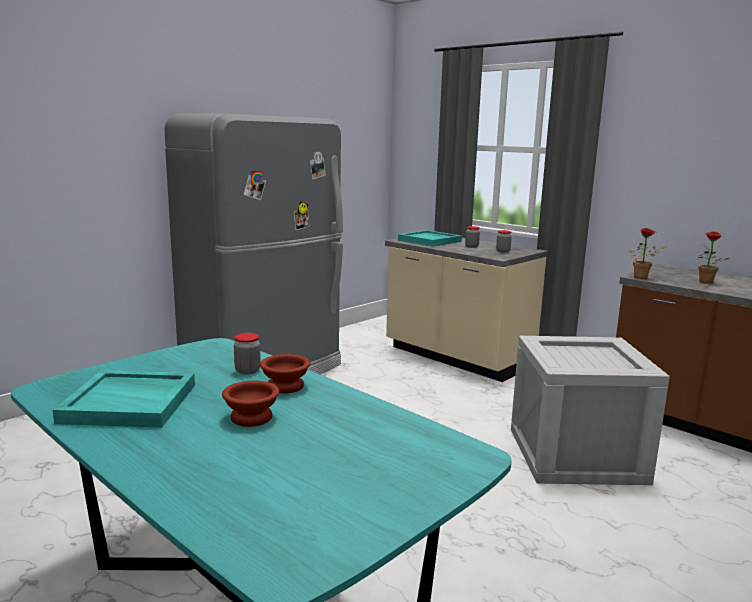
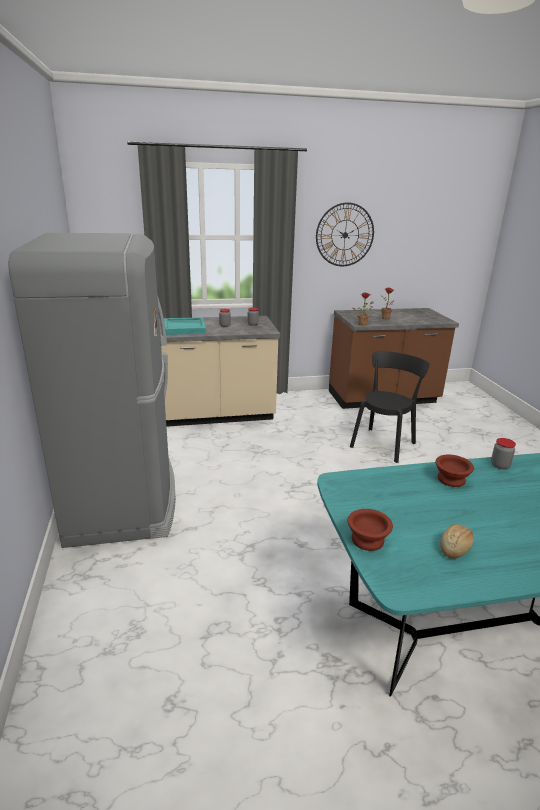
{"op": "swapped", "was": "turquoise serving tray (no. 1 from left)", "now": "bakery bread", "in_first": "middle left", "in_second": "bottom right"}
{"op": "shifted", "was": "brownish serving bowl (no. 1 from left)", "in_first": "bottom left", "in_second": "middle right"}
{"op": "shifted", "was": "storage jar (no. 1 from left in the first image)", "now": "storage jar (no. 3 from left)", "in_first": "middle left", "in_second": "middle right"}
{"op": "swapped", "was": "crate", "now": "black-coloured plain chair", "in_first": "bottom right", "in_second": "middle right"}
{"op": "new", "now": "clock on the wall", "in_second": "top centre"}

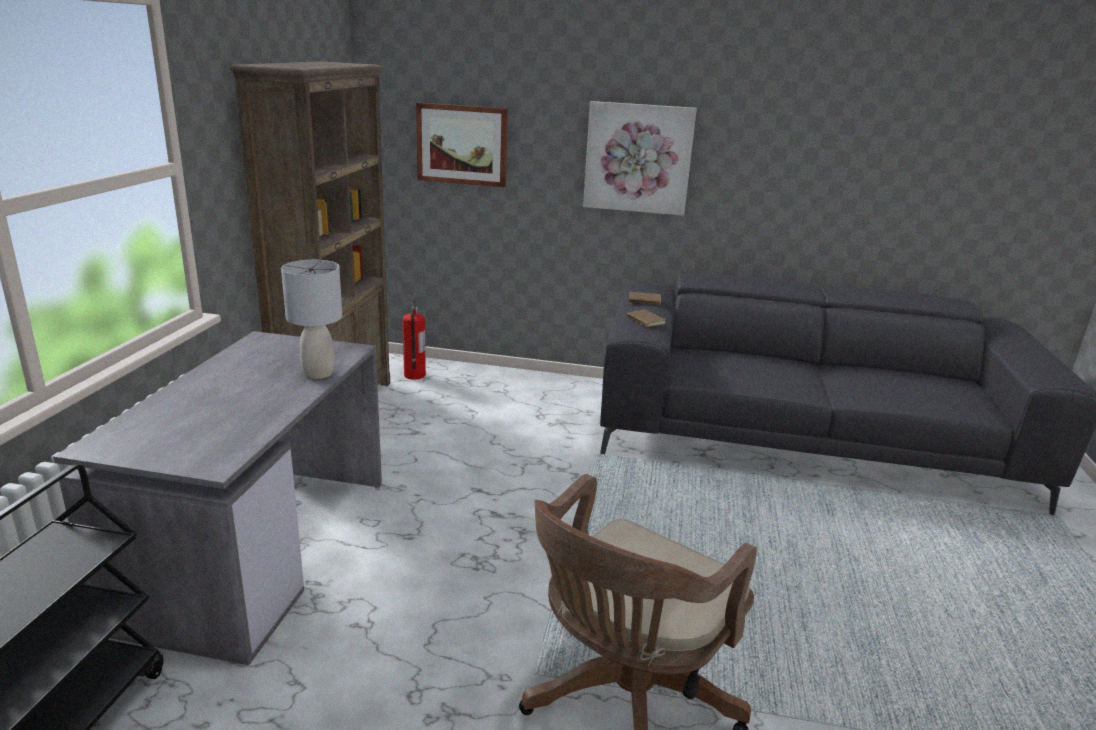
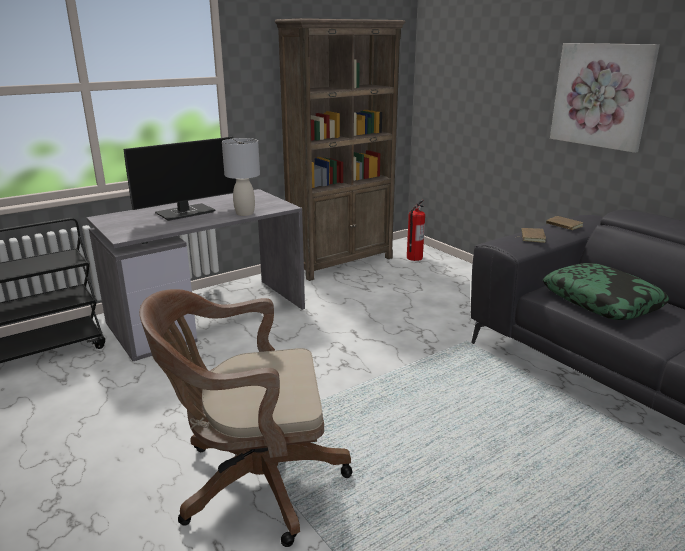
{"op": "gone", "was": "picture (no. 1 from left)", "in_first": "top centre"}
{"op": "new", "now": "computer screen", "in_second": "top left"}
{"op": "new", "now": "cushion", "in_second": "middle right"}

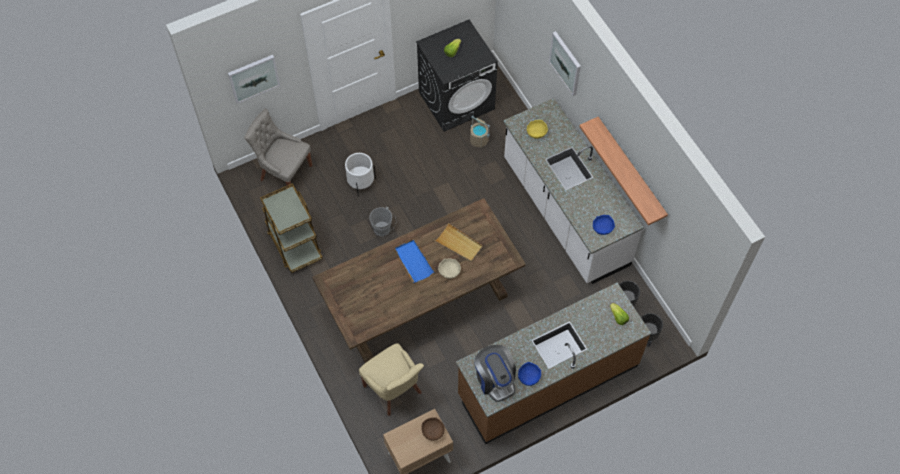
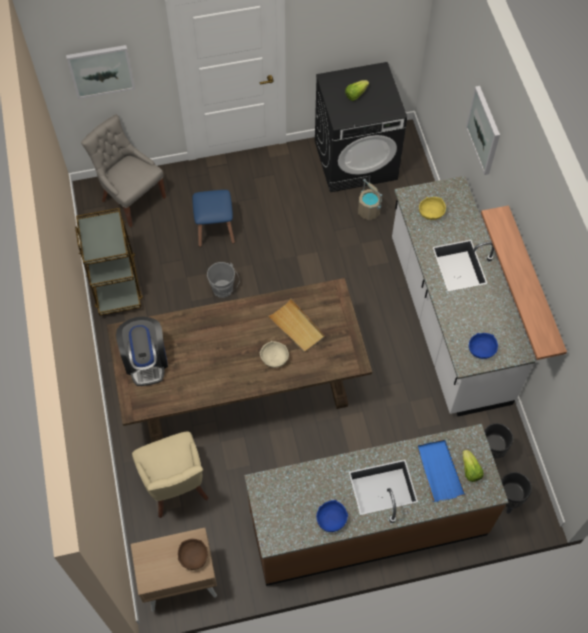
{"op": "swapped", "was": "white planter", "now": "blue sitting stool", "in_first": "centre", "in_second": "centre"}
{"op": "shifted", "was": "blue serving tray", "in_first": "centre", "in_second": "bottom right"}
{"op": "shifted", "was": "coffee machine", "in_first": "bottom centre", "in_second": "middle left"}

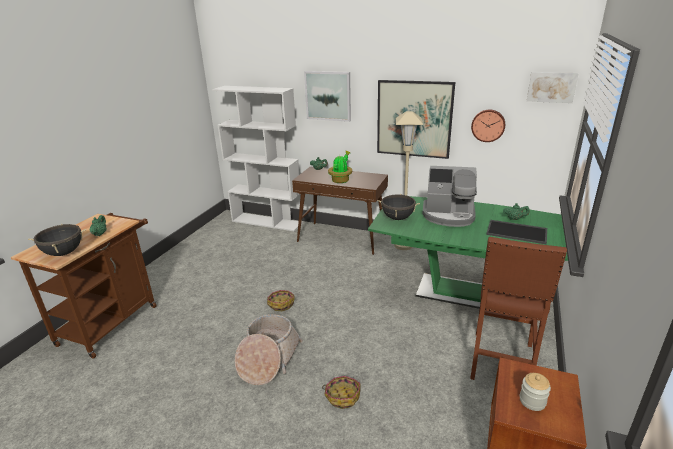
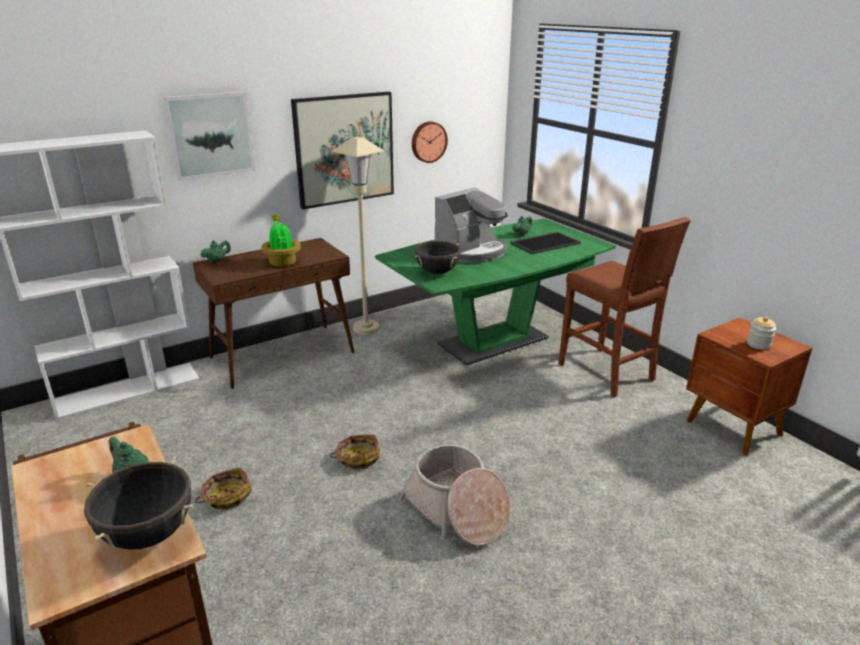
{"op": "shifted", "was": "storage basket (no. 3 from left in the first image)", "now": "storage basket (no. 1 from left)", "in_first": "bottom centre", "in_second": "bottom left"}
{"op": "gone", "was": "picture (no. 3 from left)", "in_first": "top right"}

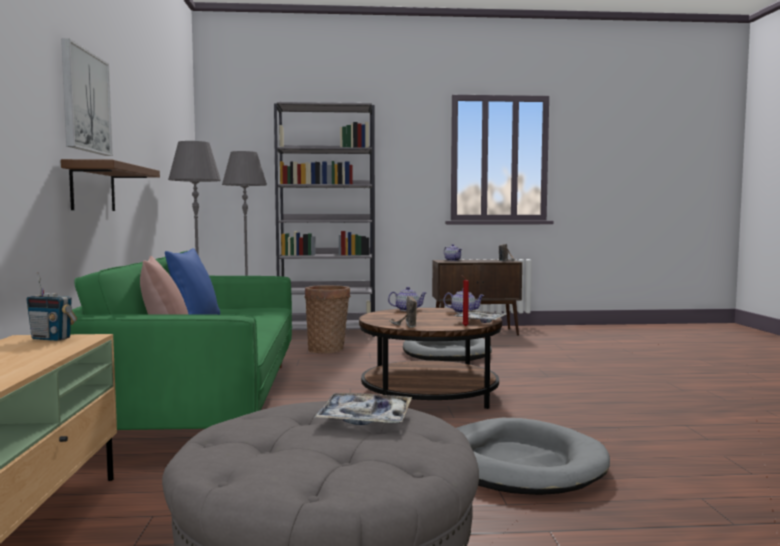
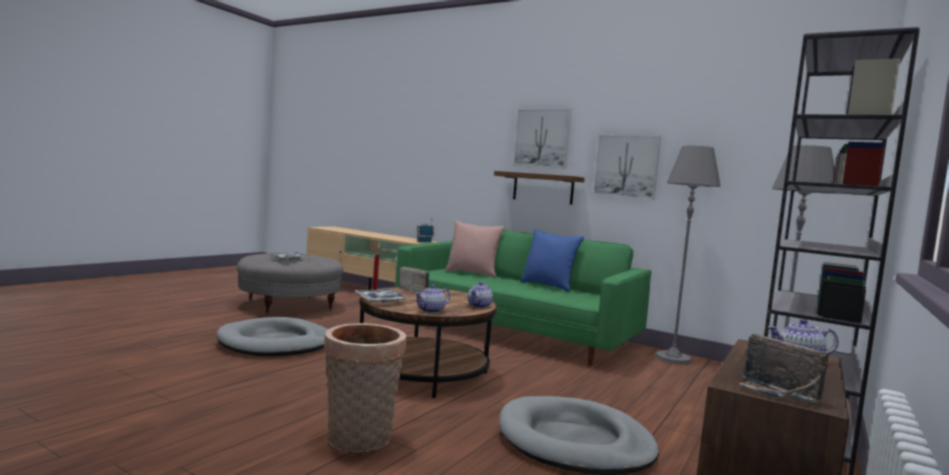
{"op": "shifted", "was": "storage basket", "in_first": "centre", "in_second": "bottom centre"}
{"op": "new", "now": "picture (no. 2 from left)", "in_second": "centre"}

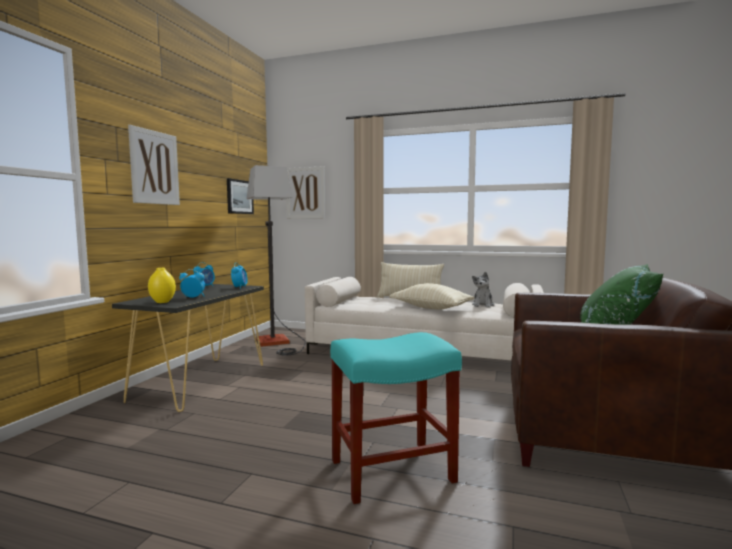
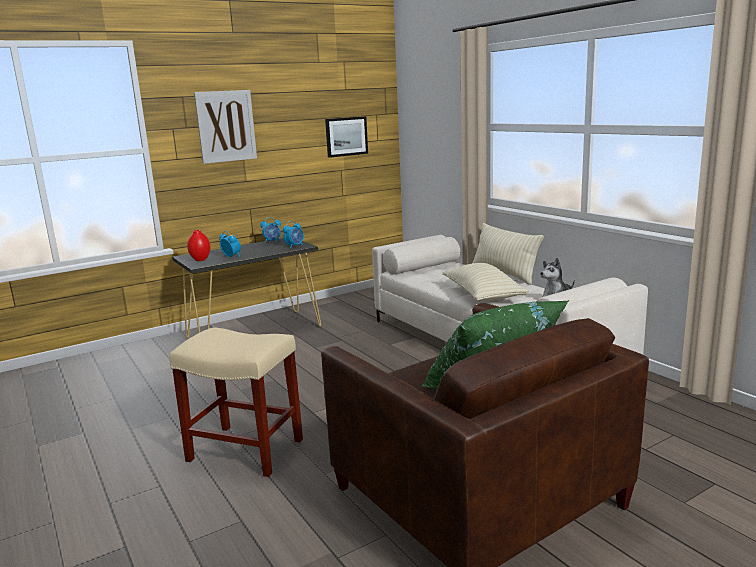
{"op": "repainted", "was": "yellow flower vase", "now": "red-coloured flower vase", "in_first": "middle left", "in_second": "middle left"}
{"op": "gone", "was": "floor lamp", "in_first": "centre"}
{"op": "gone", "was": "picture (no. 3 from left)", "in_first": "centre"}
{"op": "repainted", "was": "turquoise sitting stool", "now": "beige-coloured sitting stool", "in_first": "bottom centre", "in_second": "bottom left"}

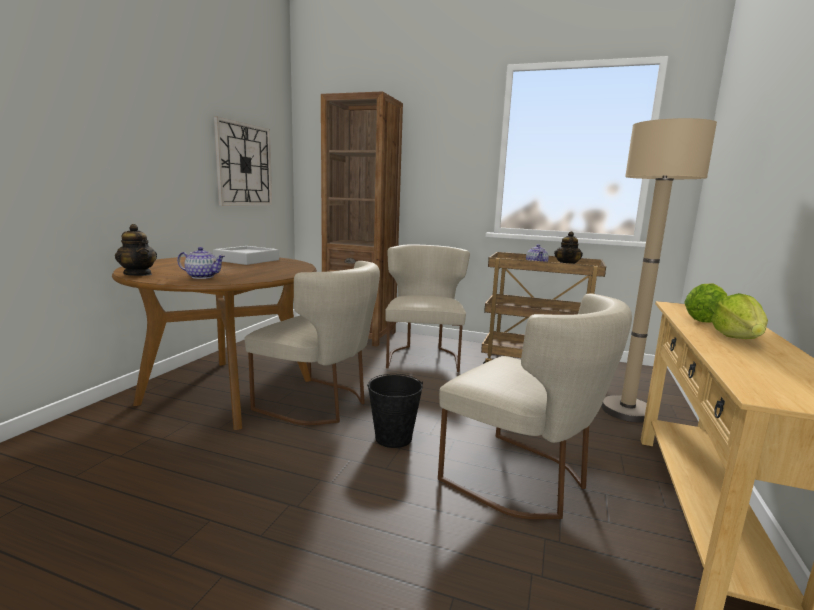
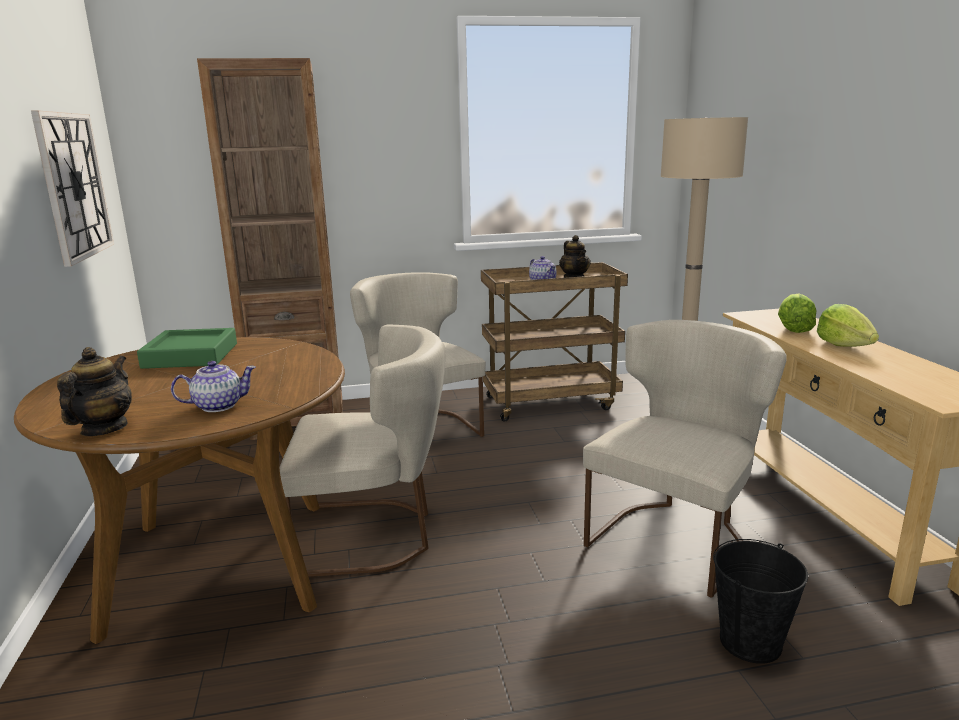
{"op": "rotated", "was": "teapot (no. 1 from left)", "in_first": "middle left", "in_second": "middle left", "clockwise": -90}
{"op": "repainted", "was": "gray serving tray", "now": "greenish serving tray", "in_first": "middle left", "in_second": "middle left"}
{"op": "shifted", "was": "black-coloured bucket", "in_first": "bottom centre", "in_second": "bottom right"}
{"op": "rotated", "was": "beige-coloured plain chair (no. 3 from left)", "in_first": "centre", "in_second": "middle right", "clockwise": -60}

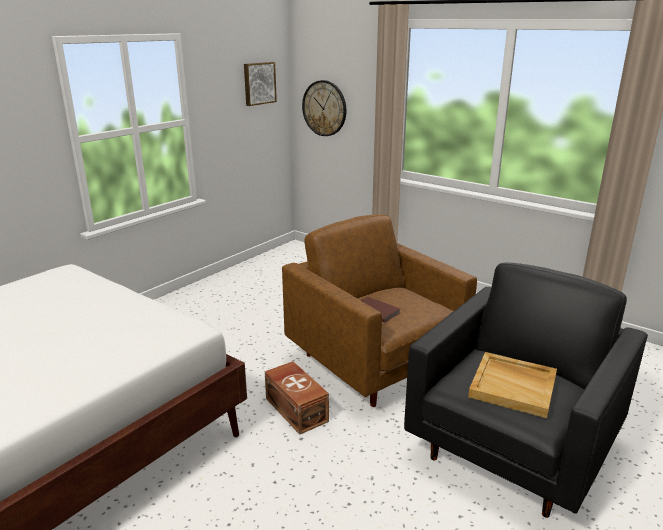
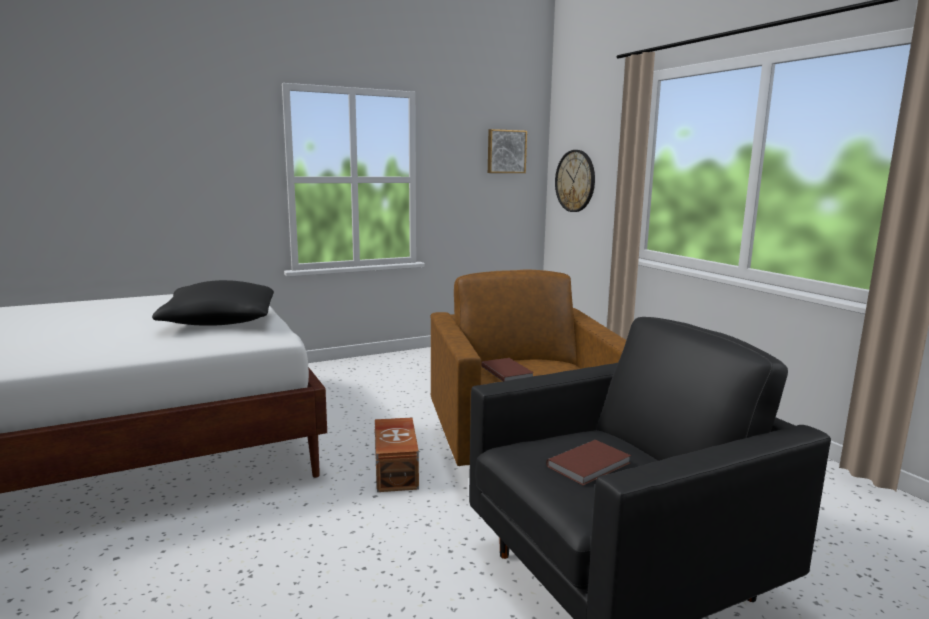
{"op": "swapped", "was": "beige-coloured serving tray", "now": "brownish book (no. 2 from left)", "in_first": "bottom right", "in_second": "bottom centre"}
{"op": "new", "now": "black-coloured cushion", "in_second": "middle left"}

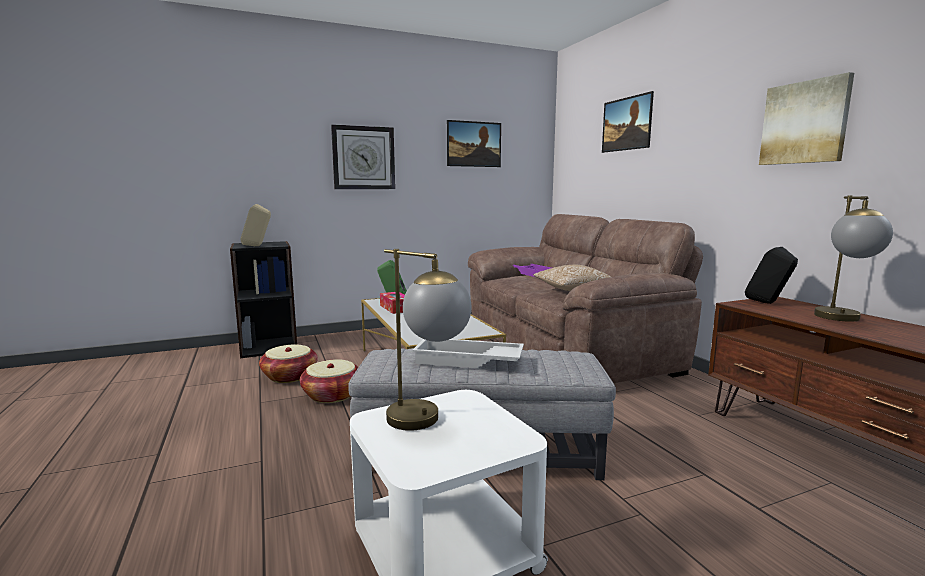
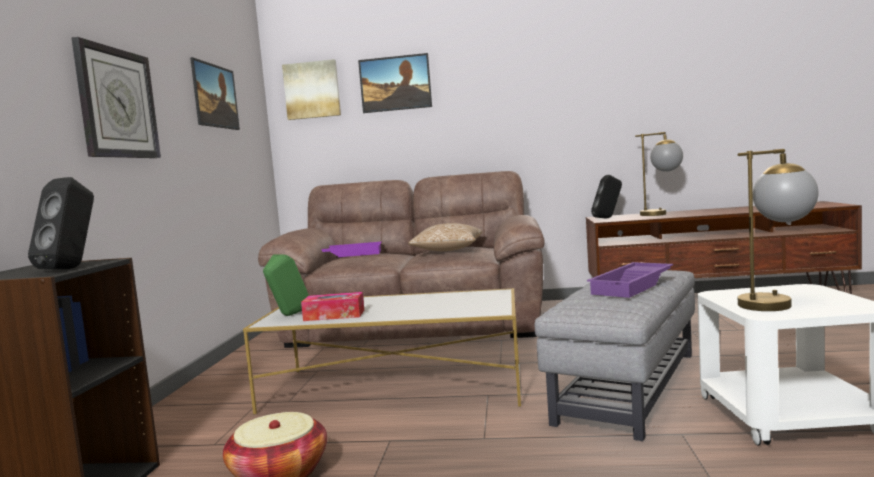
{"op": "repainted", "was": "beige-coloured audio speaker", "now": "black-coloured audio speaker (no. 1 from left)", "in_first": "middle left", "in_second": "middle left"}
{"op": "gone", "was": "storage basket (no. 2 from left)", "in_first": "centre"}
{"op": "repainted", "was": "white serving tray", "now": "purplish serving tray (no. 2 from left)", "in_first": "centre", "in_second": "middle right"}
{"op": "shifted", "was": "picture (no. 3 from left in the first image)", "now": "picture (no. 2 from left)", "in_first": "top right", "in_second": "top centre"}

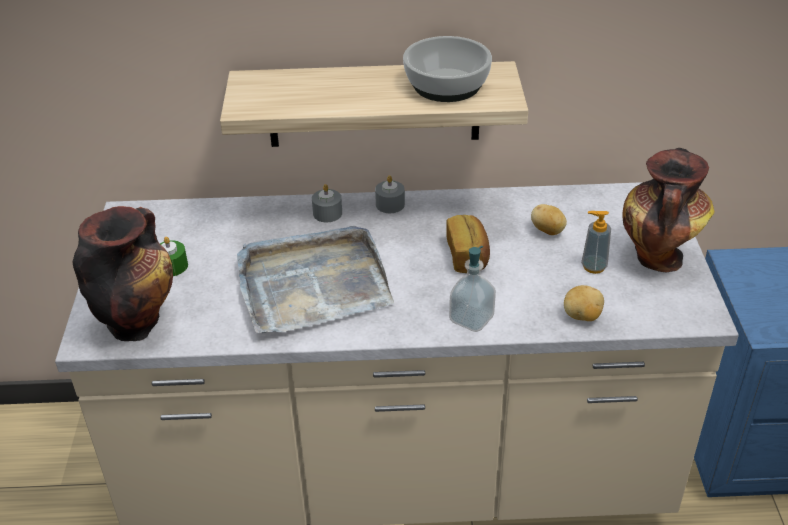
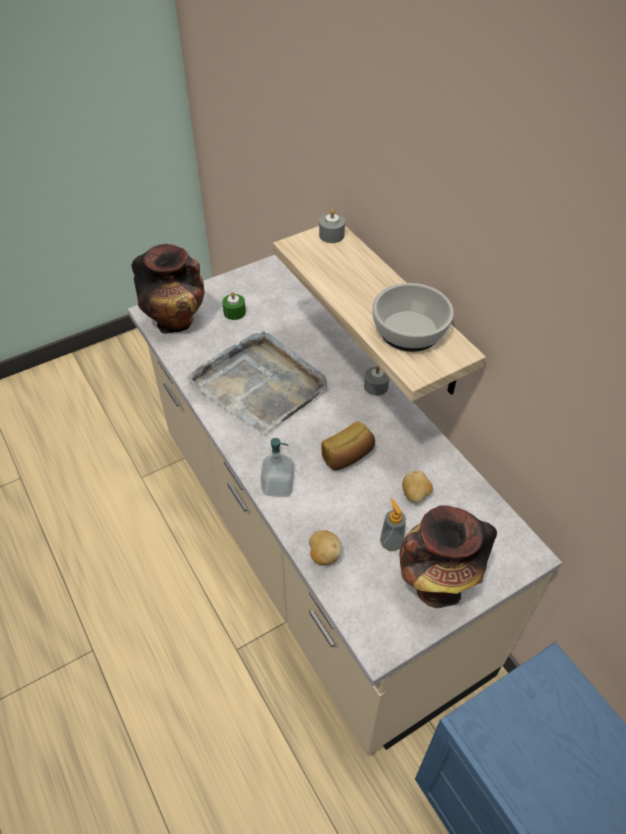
{"op": "shifted", "was": "gray candle (no. 1 from left)", "in_first": "centre", "in_second": "top centre"}

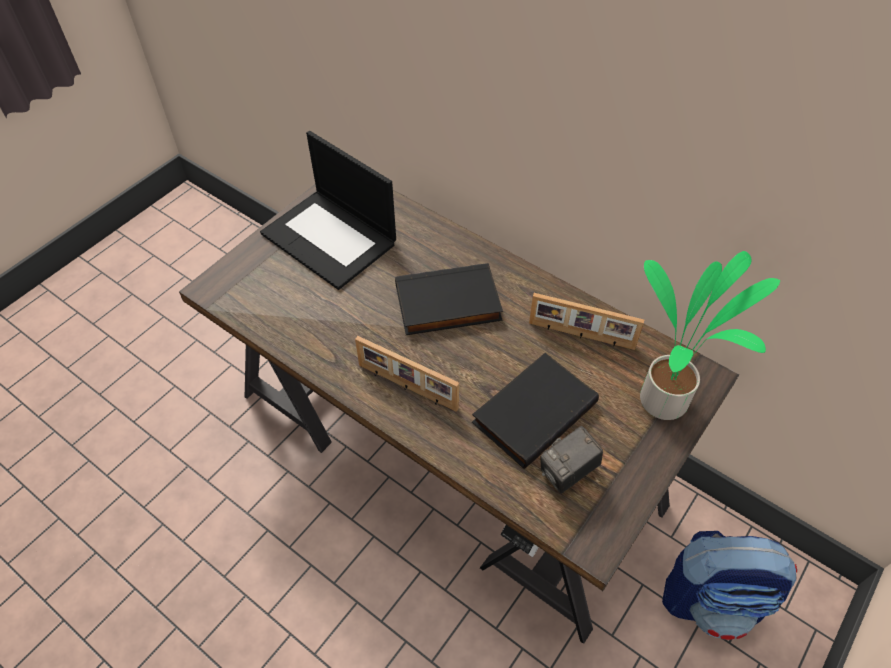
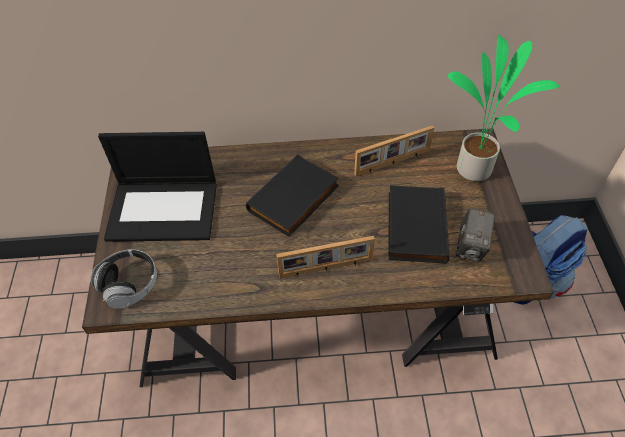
{"op": "new", "now": "headset", "in_second": "middle left"}

